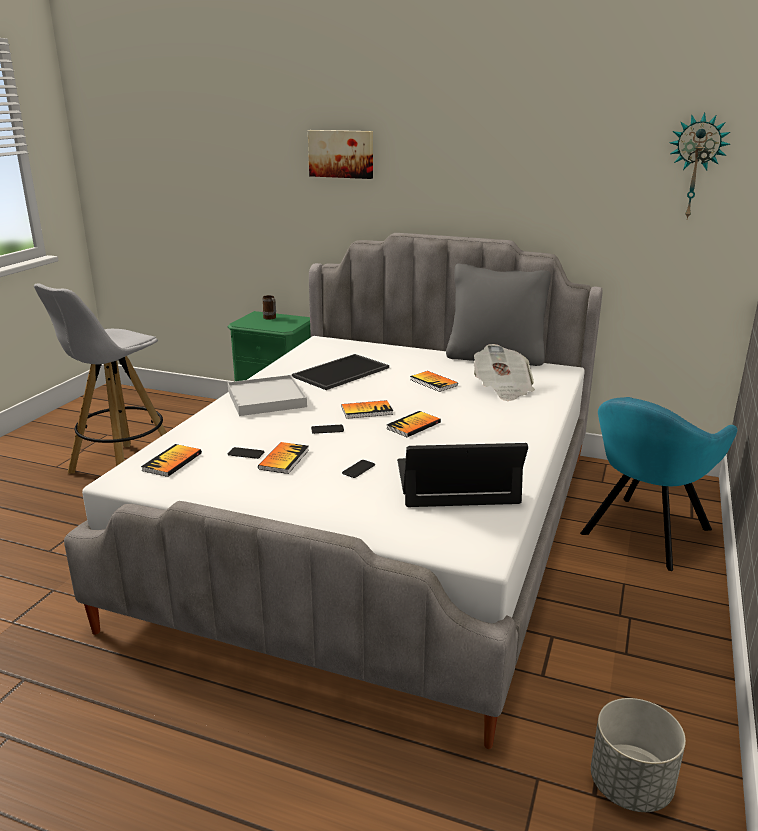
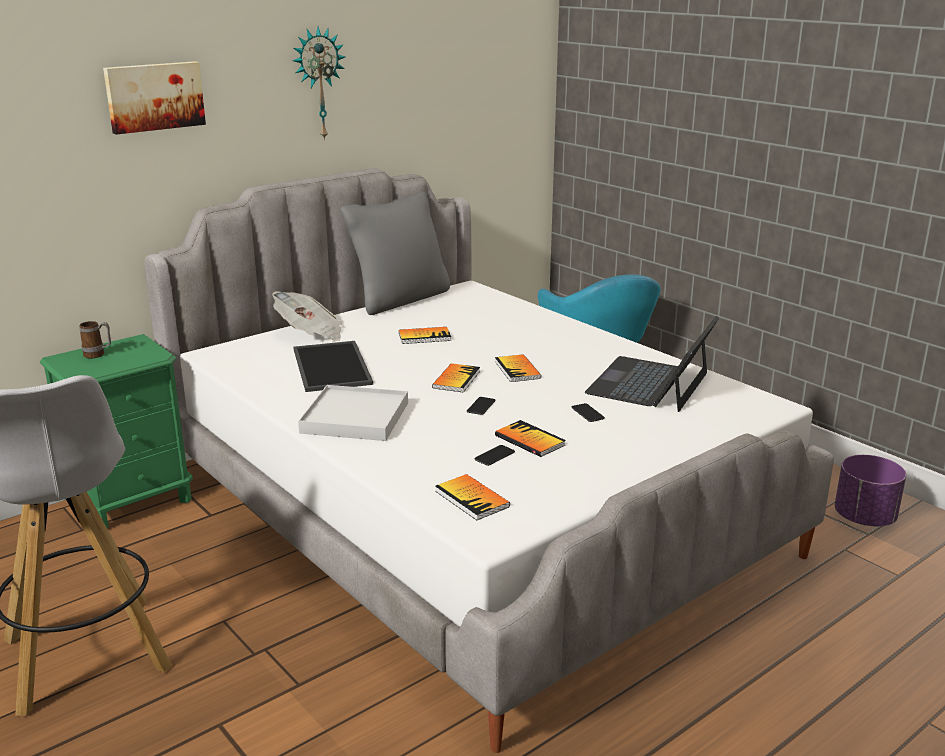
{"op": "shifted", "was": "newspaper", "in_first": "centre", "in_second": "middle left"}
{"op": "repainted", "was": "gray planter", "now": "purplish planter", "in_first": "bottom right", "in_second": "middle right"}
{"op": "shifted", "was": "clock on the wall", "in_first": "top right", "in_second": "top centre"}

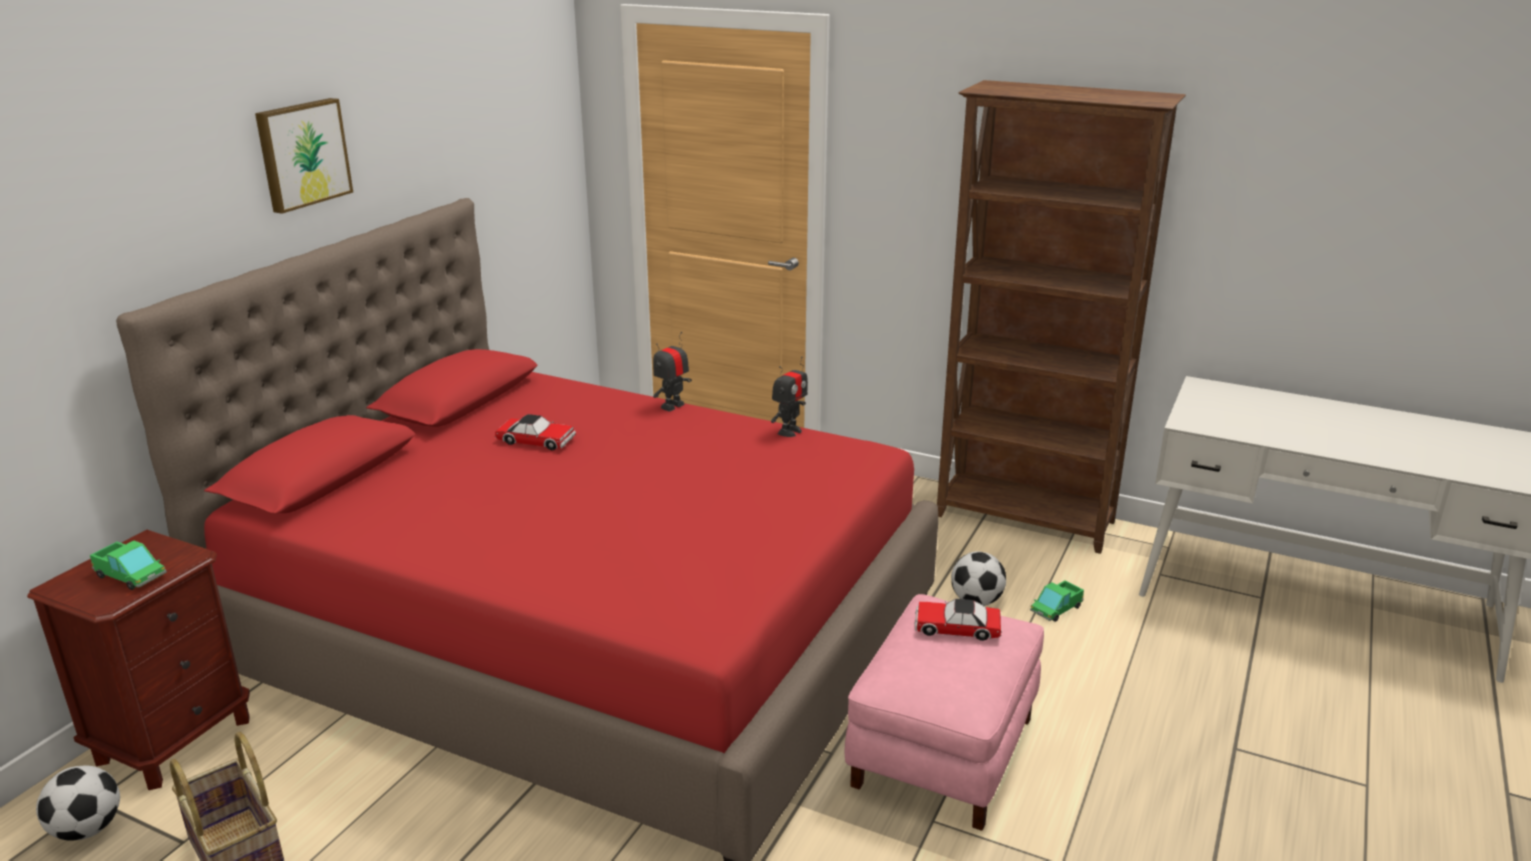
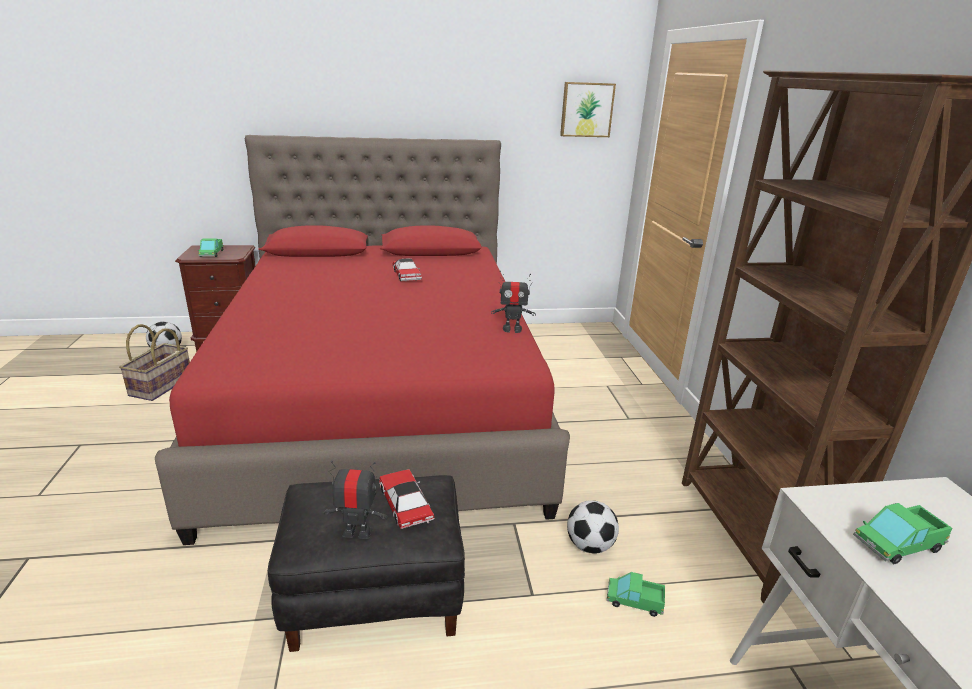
{"op": "shifted", "was": "picture", "in_first": "top left", "in_second": "top centre"}
{"op": "shifted", "was": "toy robot (no. 1 from left)", "in_first": "centre", "in_second": "bottom centre"}
{"op": "repainted", "was": "pinkish ottoman", "now": "black-coloured ottoman", "in_first": "bottom centre", "in_second": "bottom centre"}
{"op": "new", "now": "toy truck (no. 3 from left)", "in_second": "bottom right"}

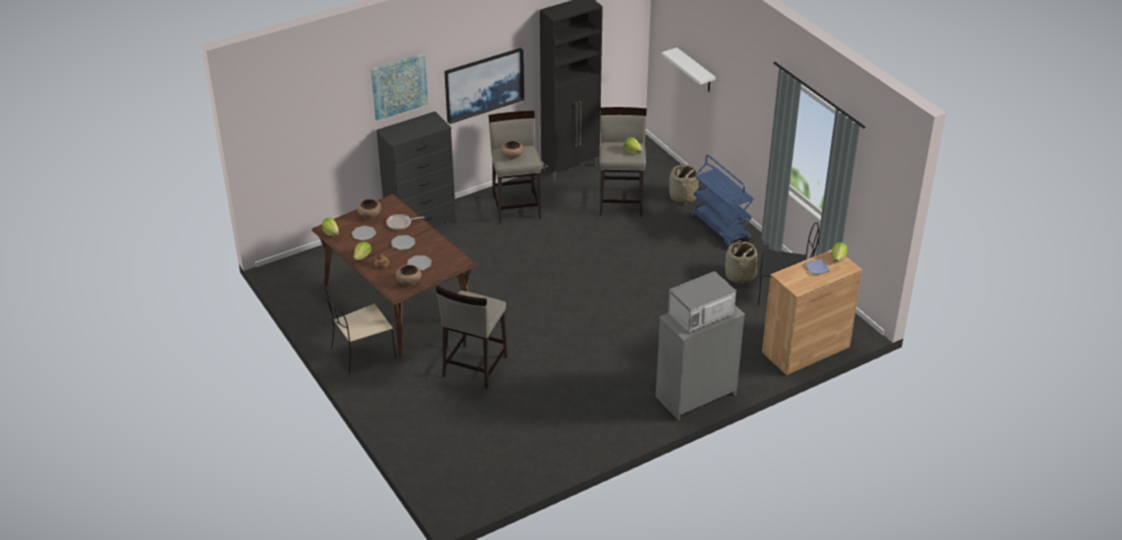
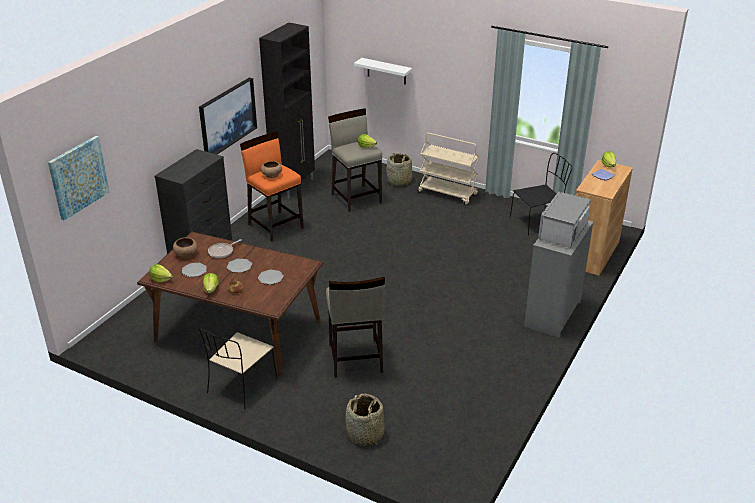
{"op": "shifted", "was": "picture (no. 1 from left)", "in_first": "top centre", "in_second": "middle left"}
{"op": "gone", "was": "brownish serving bowl (no. 2 from left)", "in_first": "centre"}
{"op": "repainted", "was": "beige-coloured sitting stool (no. 2 from left)", "now": "orange-coloured sitting stool", "in_first": "top centre", "in_second": "centre"}
{"op": "repainted", "was": "blue cart", "now": "beige-coloured cart", "in_first": "centre", "in_second": "centre"}
{"op": "shifted", "was": "storage basket (no. 2 from left in the first image)", "now": "storage basket (no. 1 from left)", "in_first": "centre", "in_second": "bottom centre"}

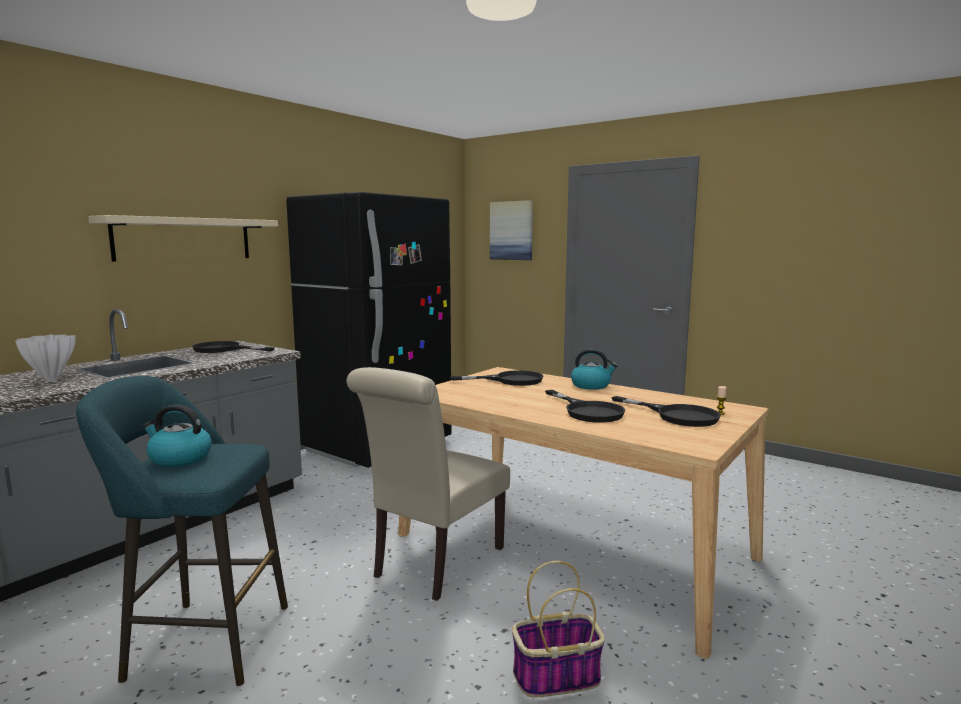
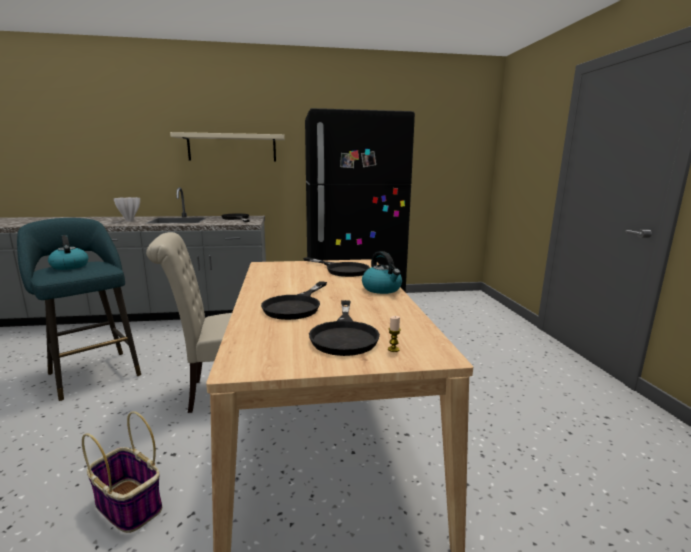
{"op": "gone", "was": "picture", "in_first": "top centre"}

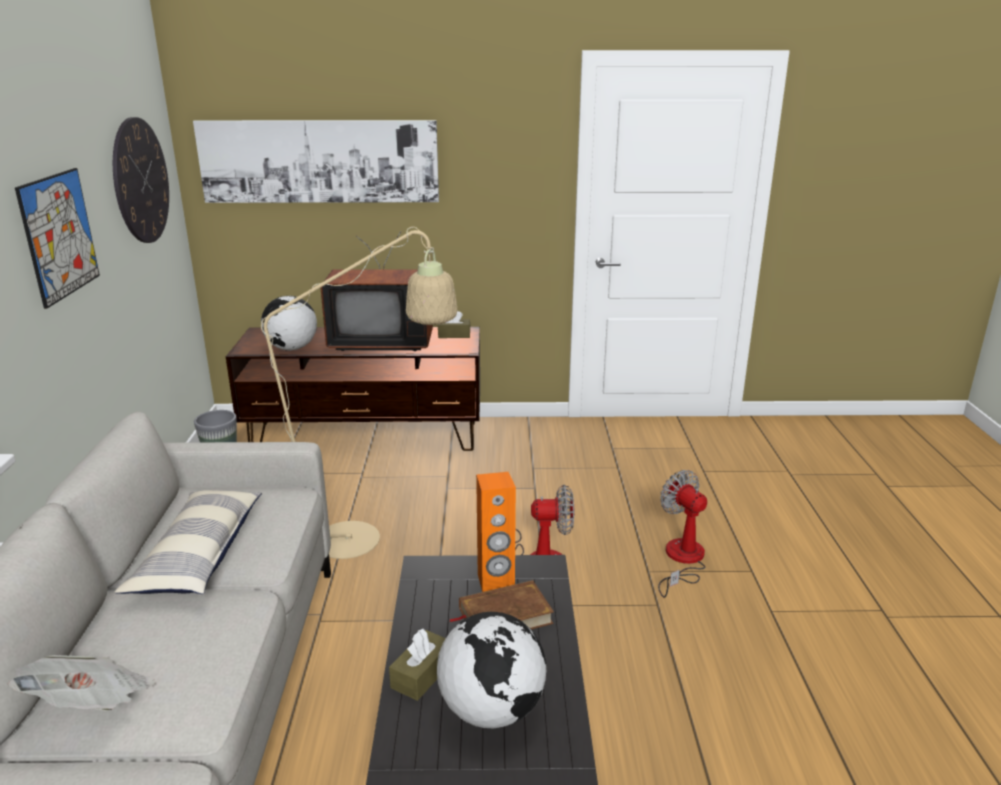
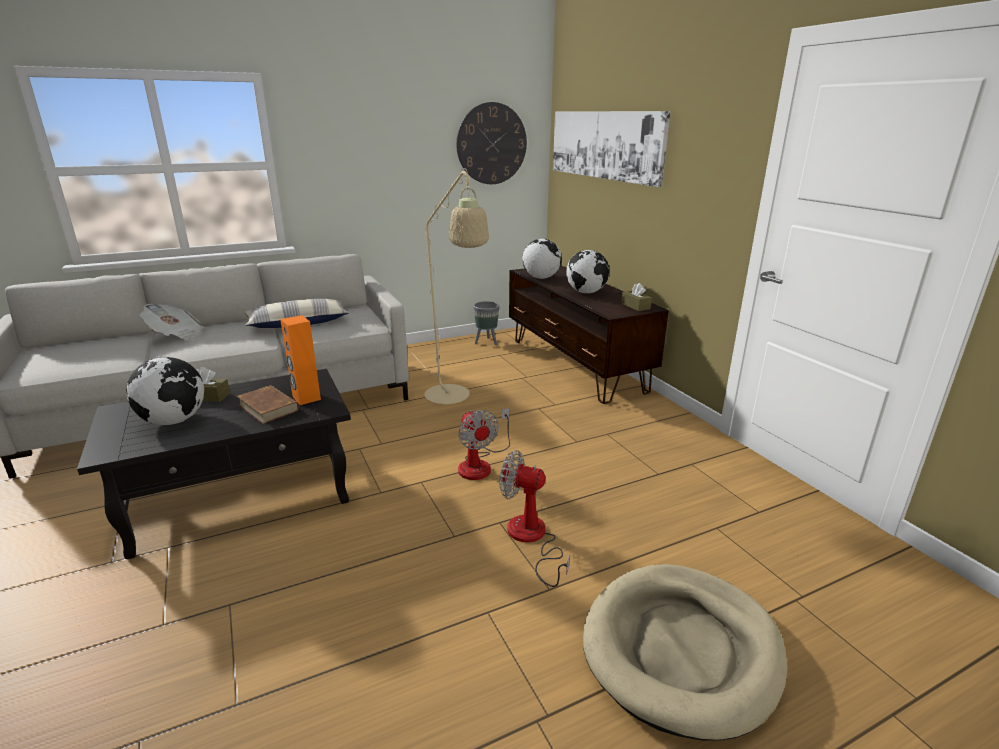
{"op": "gone", "was": "picture (no. 1 from left)", "in_first": "top left"}
{"op": "swapped", "was": "TV set", "now": "world globe (no. 3 from left)", "in_first": "centre", "in_second": "centre"}
{"op": "rotated", "was": "cooling fan (no. 2 from left)", "in_first": "bottom right", "in_second": "bottom centre", "clockwise": -105}
{"op": "new", "now": "beige-coloured dog cushion", "in_second": "bottom right"}

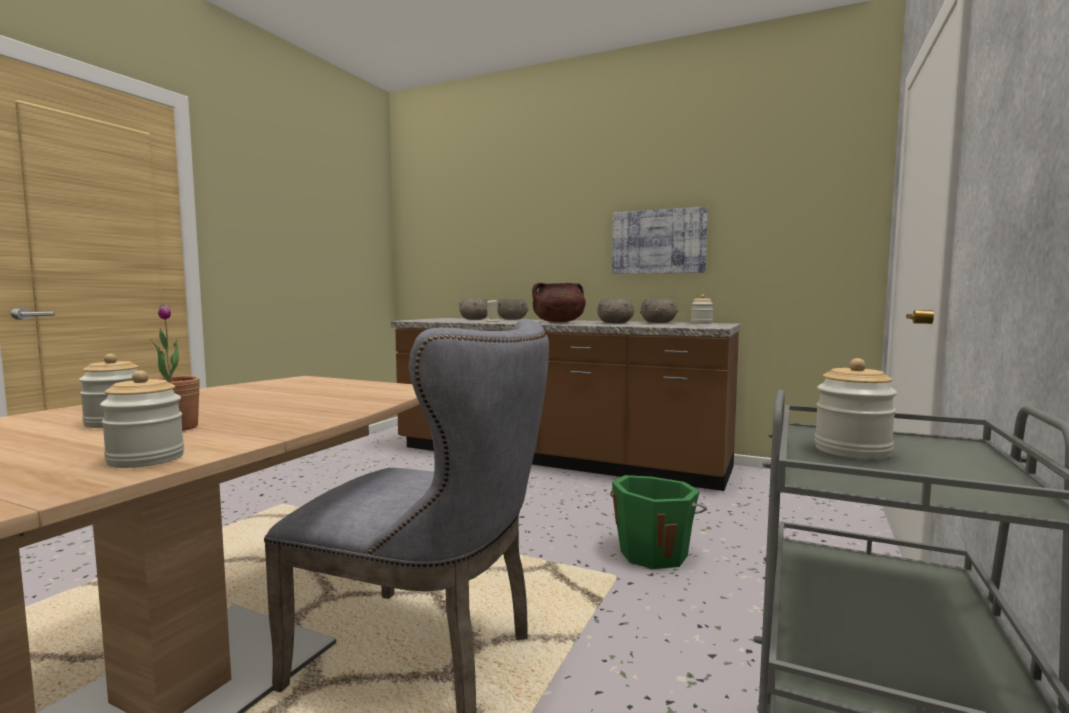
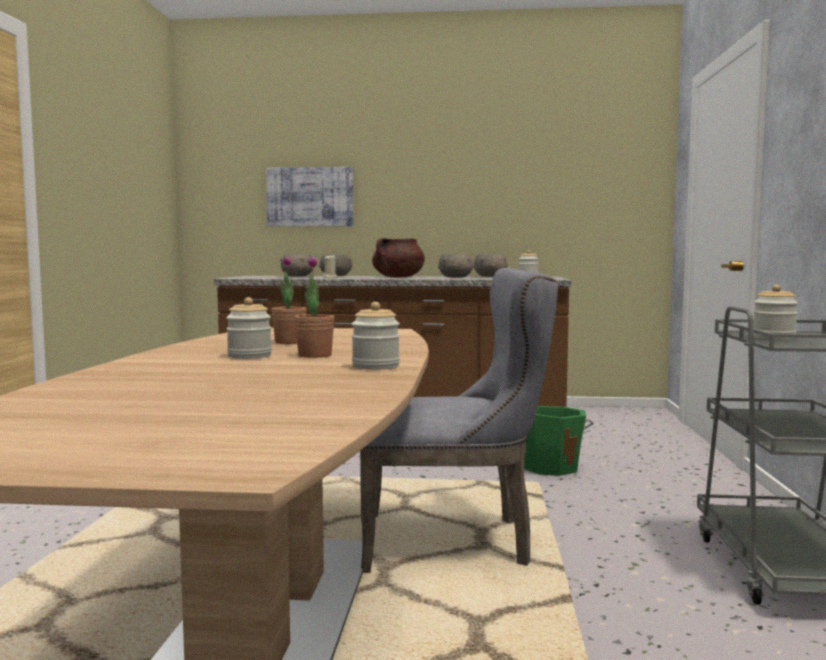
{"op": "shifted", "was": "picture", "in_first": "centre", "in_second": "top centre"}
{"op": "new", "now": "houseplant (no. 1 from left)", "in_second": "centre"}

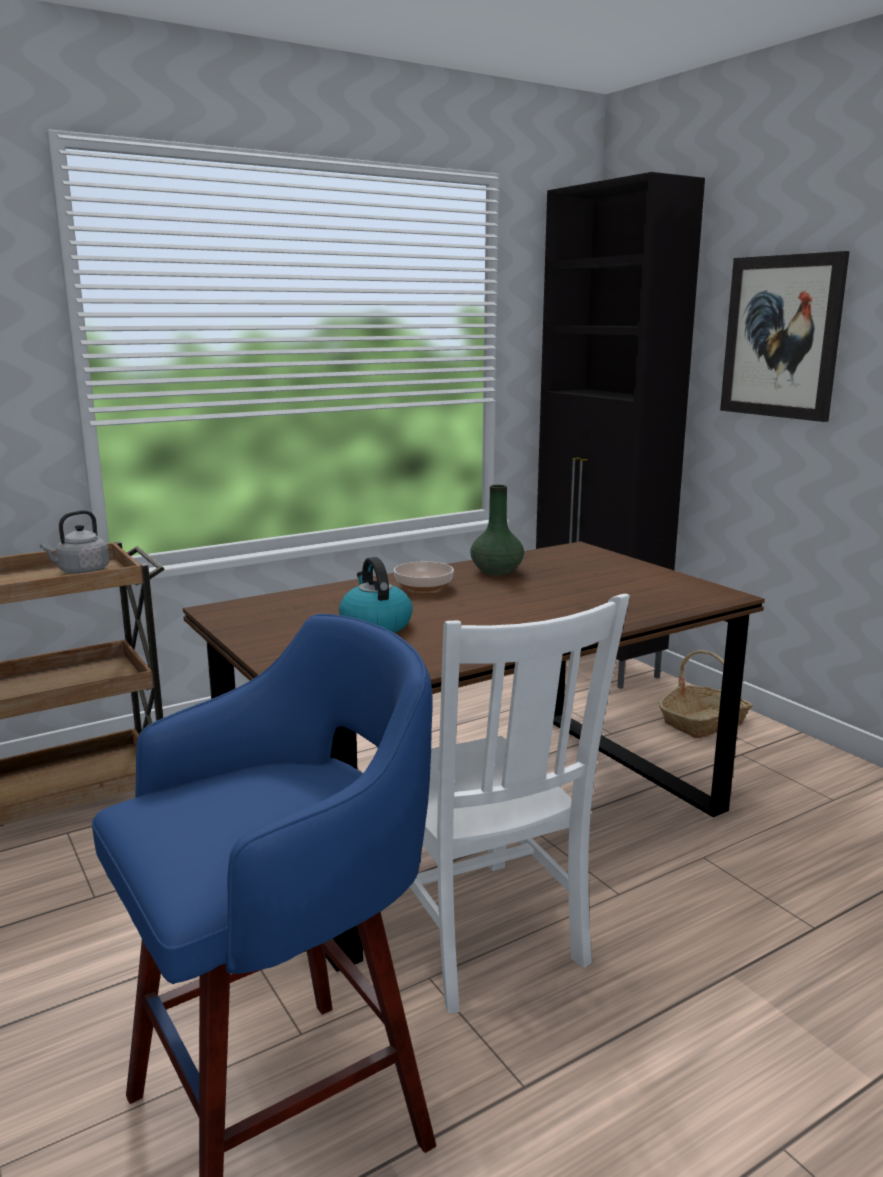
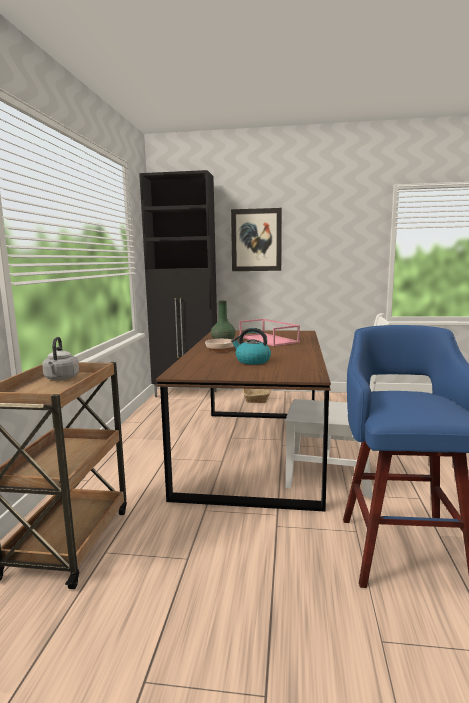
{"op": "new", "now": "pinkish serving tray", "in_second": "centre"}

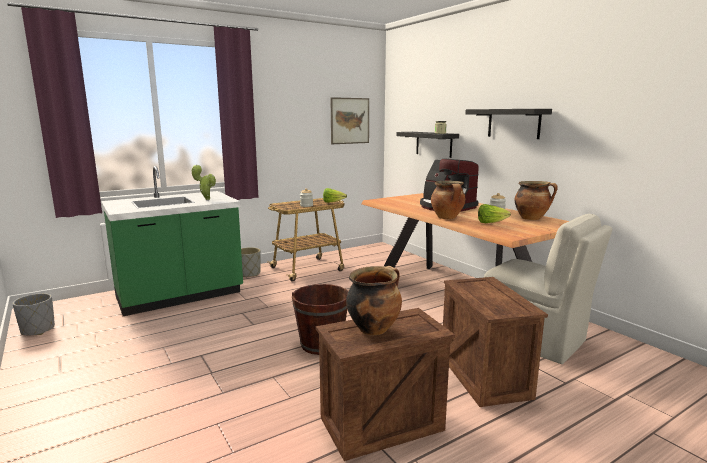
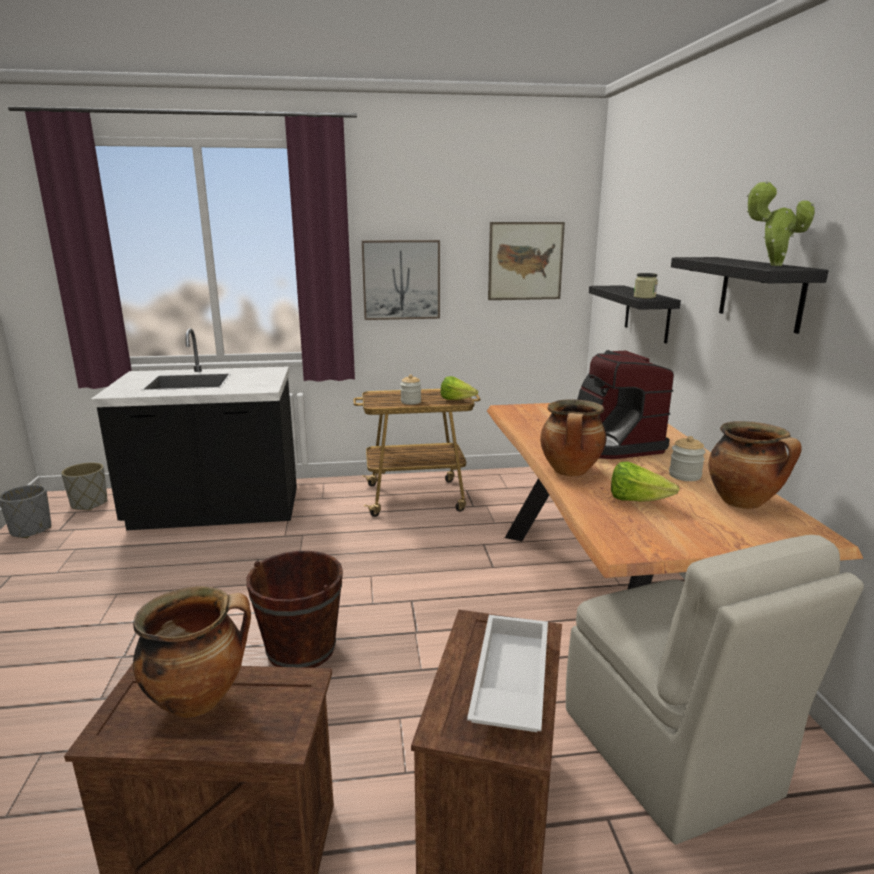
{"op": "repainted", "was": "greenish counter", "now": "black-coloured counter", "in_first": "middle left", "in_second": "middle left"}
{"op": "shifted", "was": "houseplant", "in_first": "middle left", "in_second": "top right"}
{"op": "shifted", "was": "gray planter (no. 2 from left)", "in_first": "centre", "in_second": "middle left"}
{"op": "new", "now": "picture (no. 1 from left)", "in_second": "top centre"}
{"op": "new", "now": "white serving tray", "in_second": "bottom centre"}

